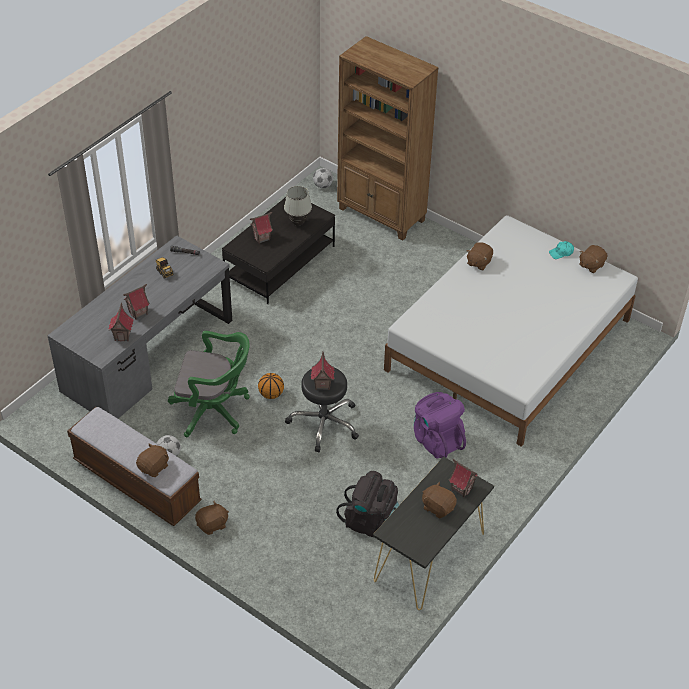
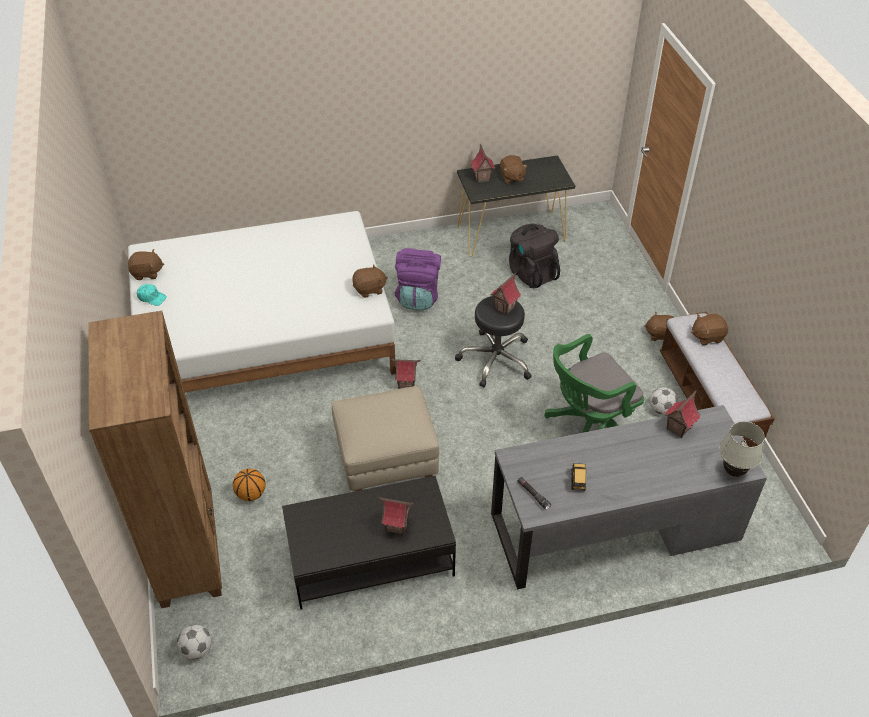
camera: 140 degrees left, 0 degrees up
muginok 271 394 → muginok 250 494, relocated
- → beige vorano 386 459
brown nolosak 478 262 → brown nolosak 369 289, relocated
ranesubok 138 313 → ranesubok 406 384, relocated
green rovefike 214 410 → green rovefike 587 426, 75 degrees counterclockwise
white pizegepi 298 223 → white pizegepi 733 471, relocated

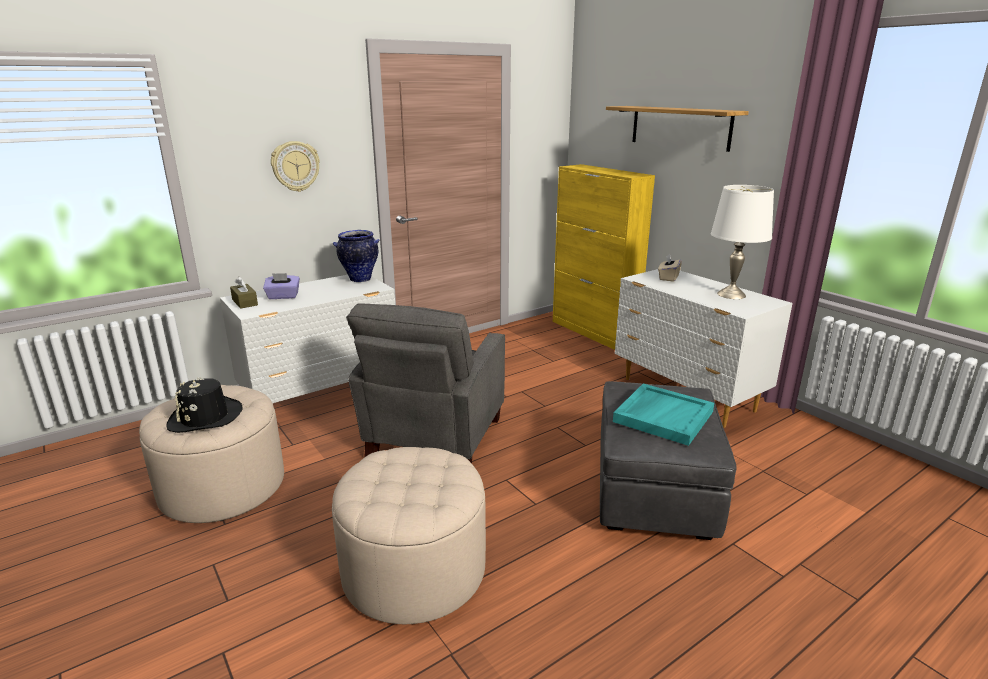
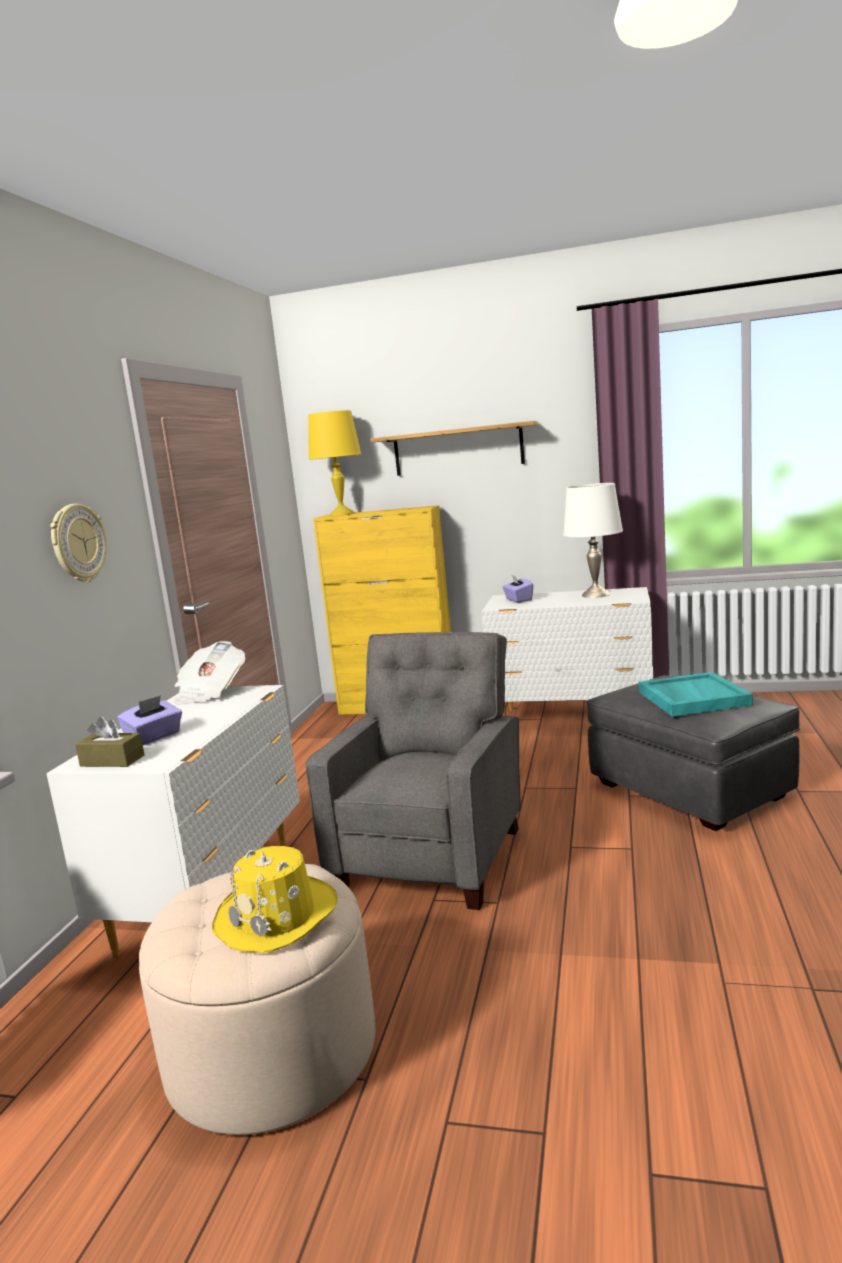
camera: 40 degrees left, 10 degrees down
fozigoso 359 279 → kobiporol 209 693
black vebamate 205 417 → yellow vebamate 277 916
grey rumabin 433 439 → grey rumabin 433 857, 135 degrees counterclockwise
- → yellow pizegepi 342 514
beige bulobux 668 277 → purple bulobux 518 600
beige vorano 414 570 → -

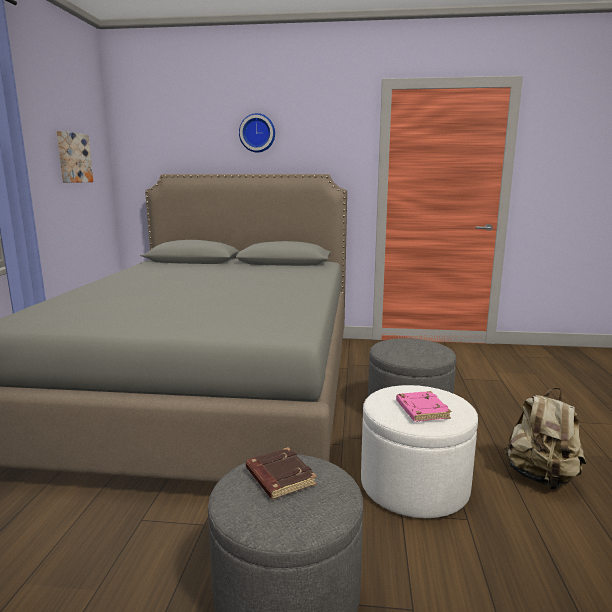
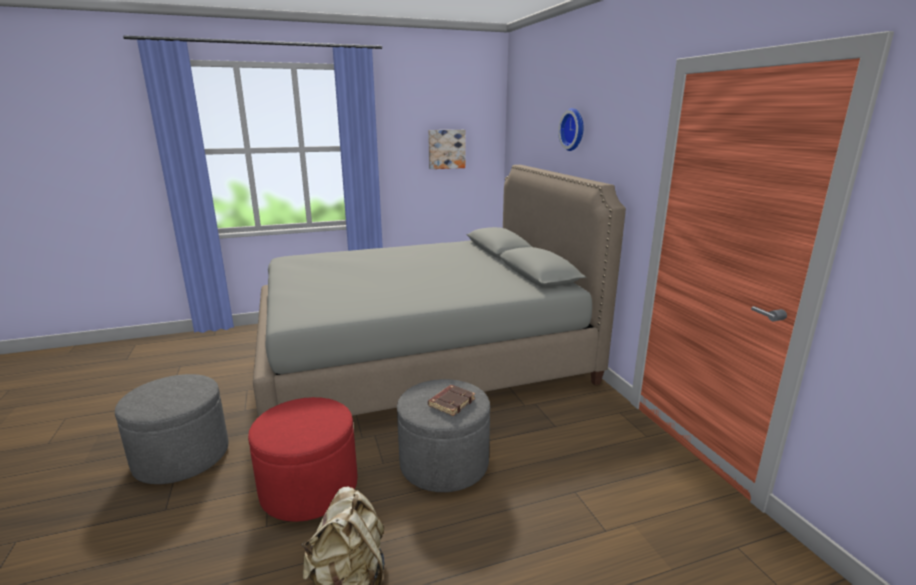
camera: 65 degrees right, 5 degrees up
white vorano 414 485 → red vorano 309 488
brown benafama 279 477 → brown benafama 451 402, relocated
pink benafama 421 410 → -

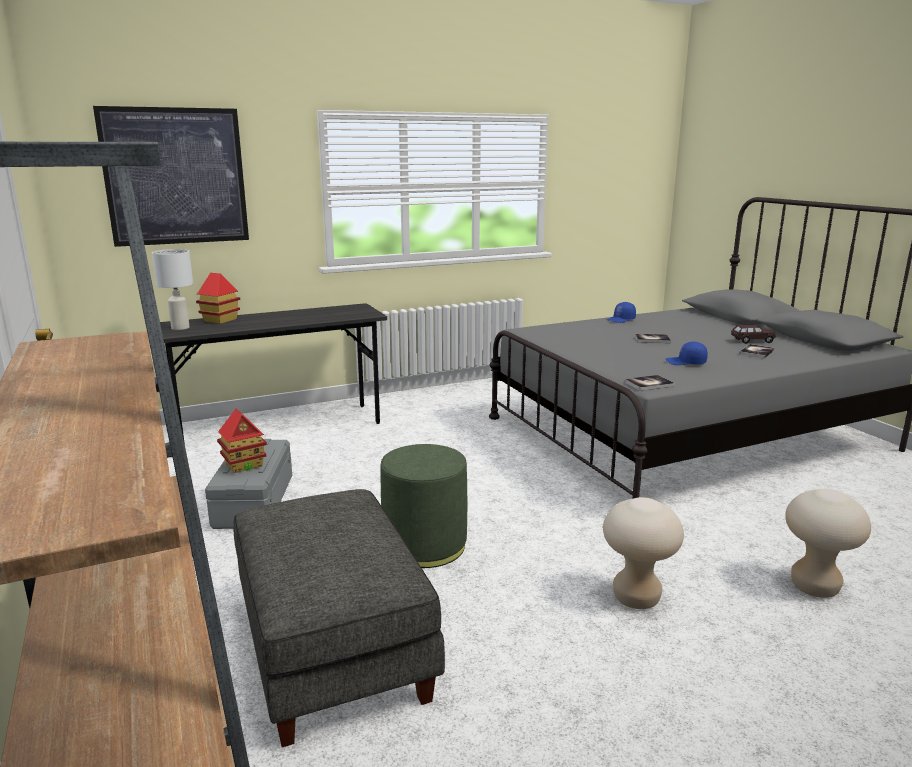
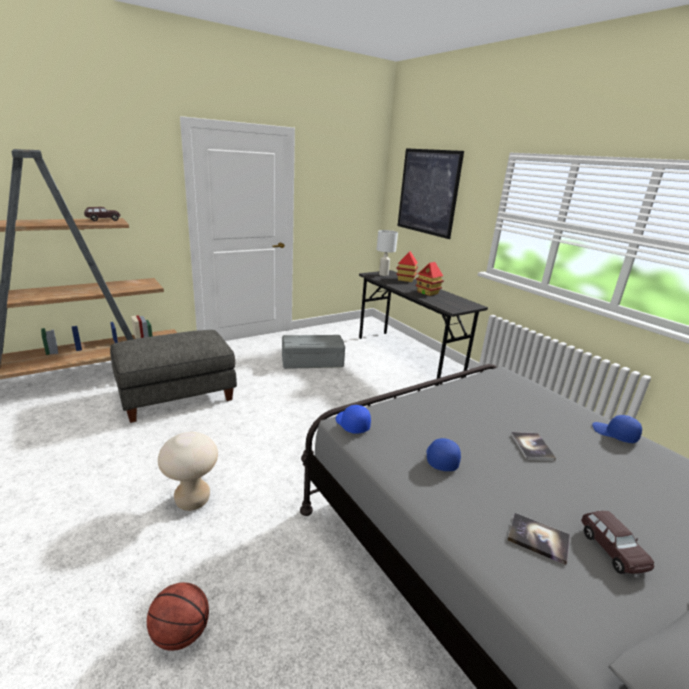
camera: 80 degrees right, 5 degrees up
- → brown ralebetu 103 220
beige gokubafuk 814 587 → muginok 180 633
benafama 649 384 → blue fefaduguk 351 424
ranesubok 244 465 → ranesubok 427 293, relocated
green vorano 424 545 → -

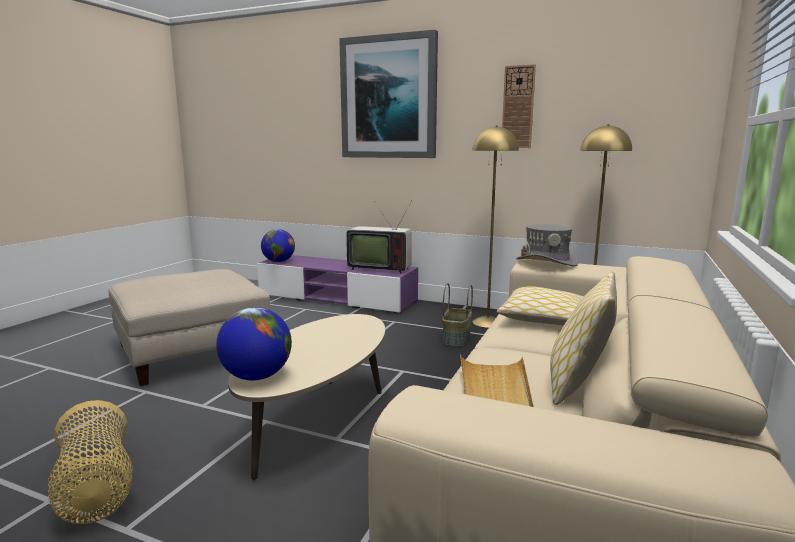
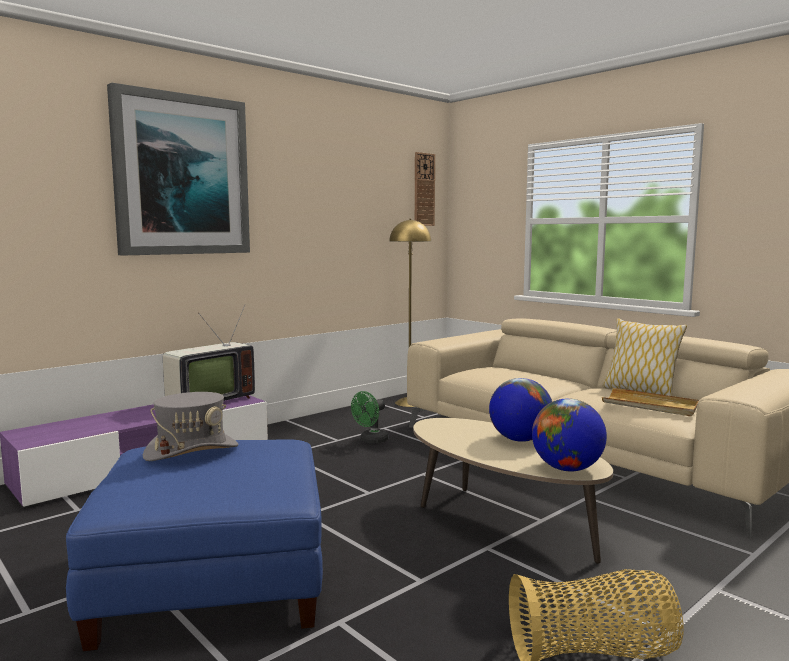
camera: 65 degrees left, 5 degrees down
beige vorano 192 350 → blue vorano 212 579
grey vebamate 546 262 → grey vebamate 191 451, relocated
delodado 457 338 → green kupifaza 371 441
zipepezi 518 107 → zipepezi 424 189, relocated
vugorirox 278 261 → vugorirox 520 439, relocated
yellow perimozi 488 322 → -
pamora 545 319 → -

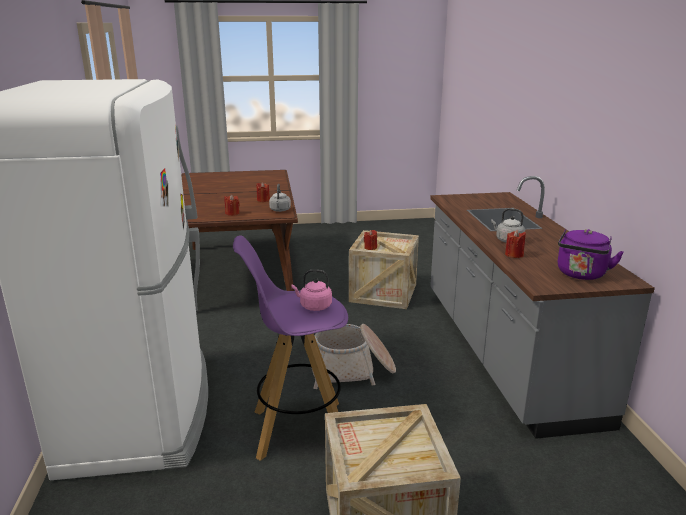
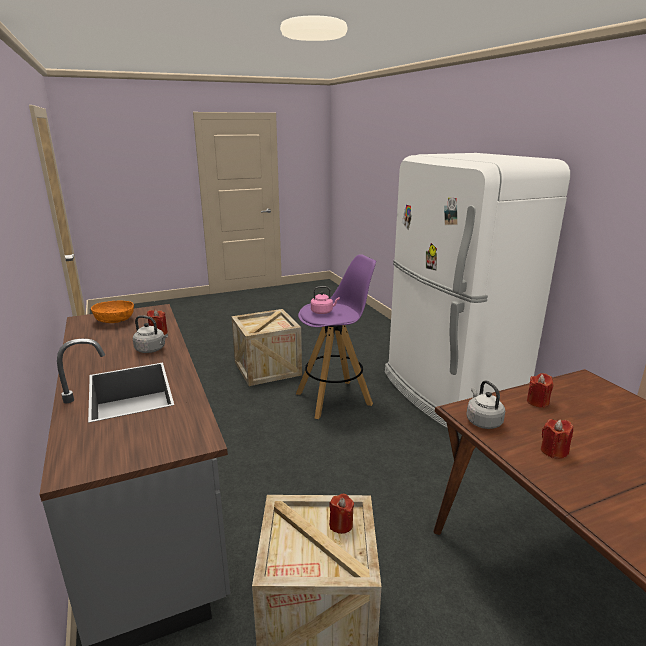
camera: 165 degrees right, 0 degrees up
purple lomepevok 581 275 → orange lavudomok 115 320
delodado 352 370 → -

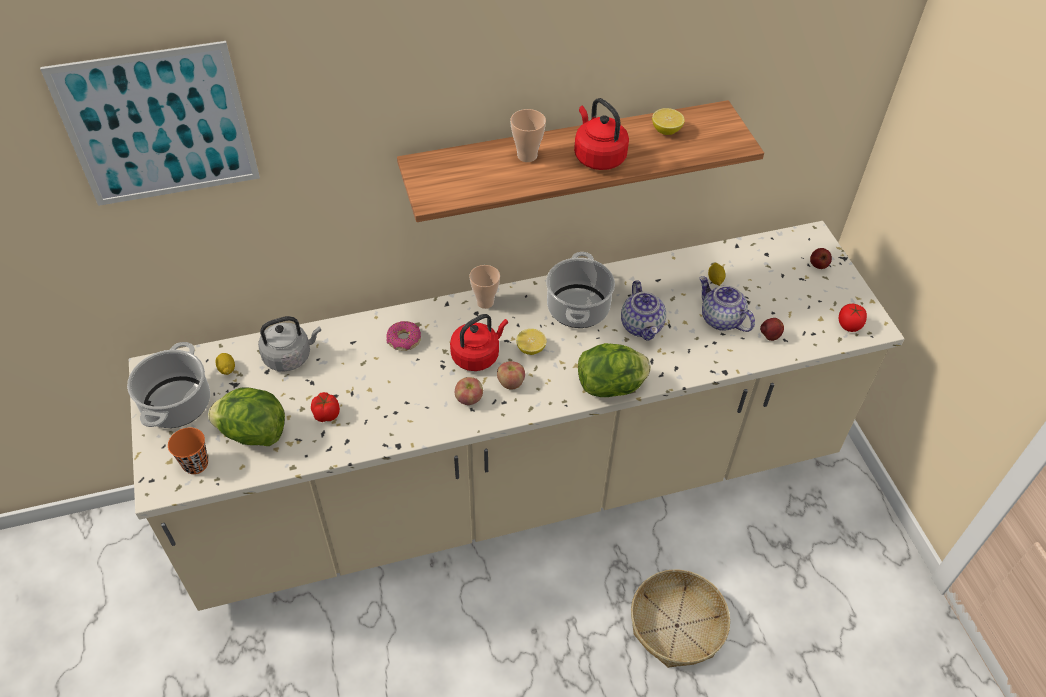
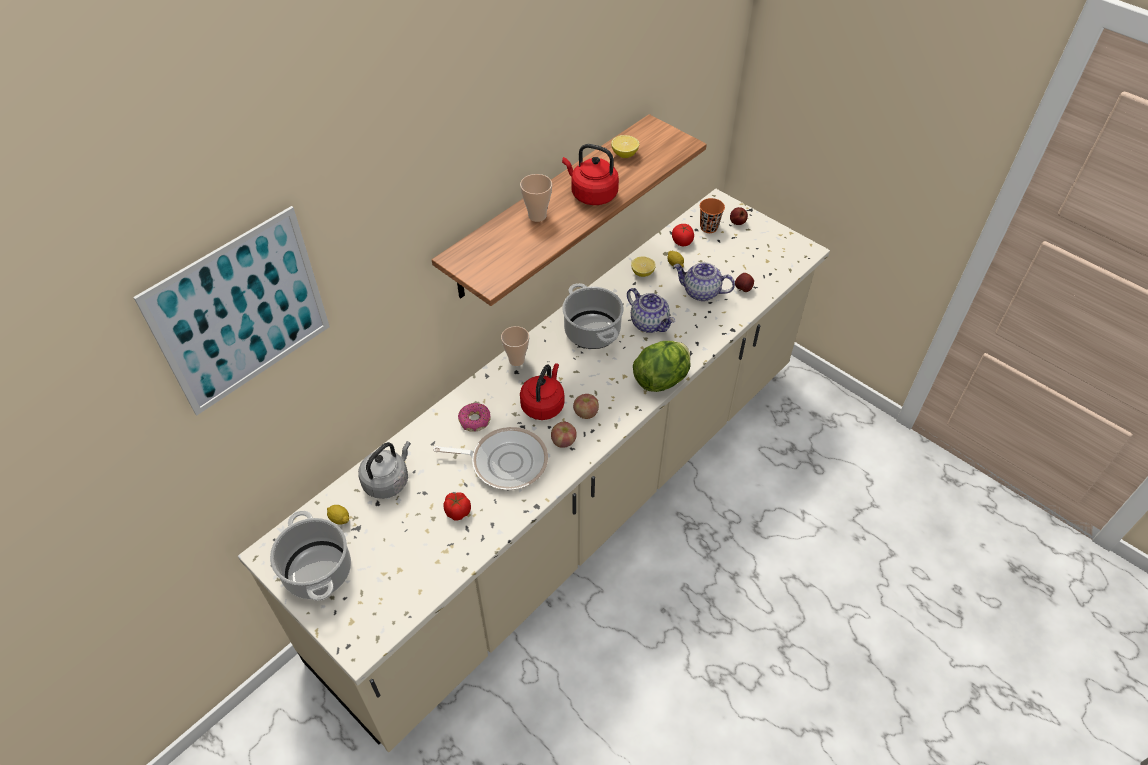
camera: 30 degrees left, 0 degrees up
- → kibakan 505 461
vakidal 531 349 → vakidal 642 273, relocated
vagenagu 849 325 → vagenagu 682 242, relocated
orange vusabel 195 464 → orange vusabel 709 227, relocated
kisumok 253 433 → -
delodado 676 625 → -

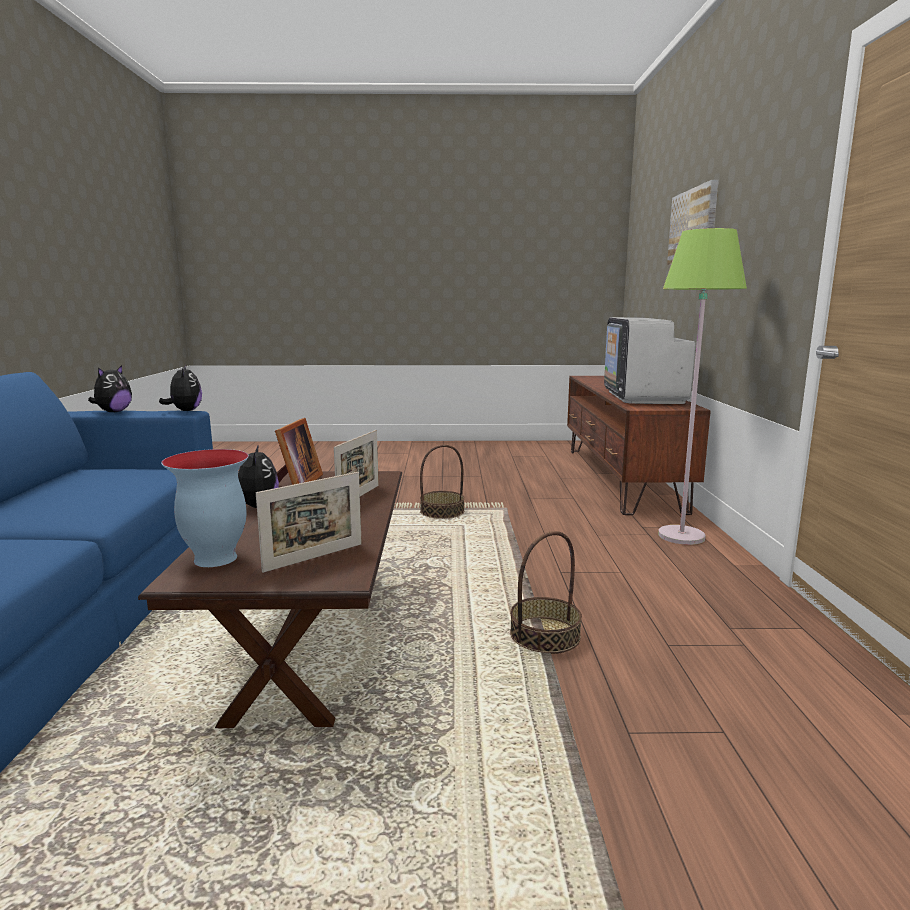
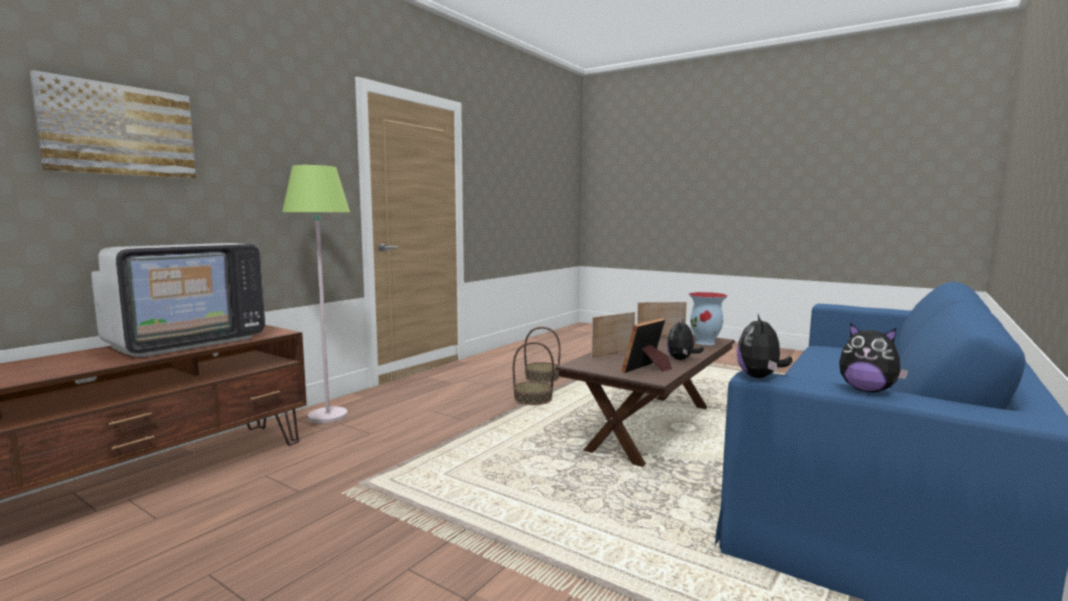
camera: 145 degrees left, 5 degrees down
delodado 442 512 → delodado 541 378, relocated
nolosak 113 412 → nolosak 867 390, 105 degrees counterclockwise

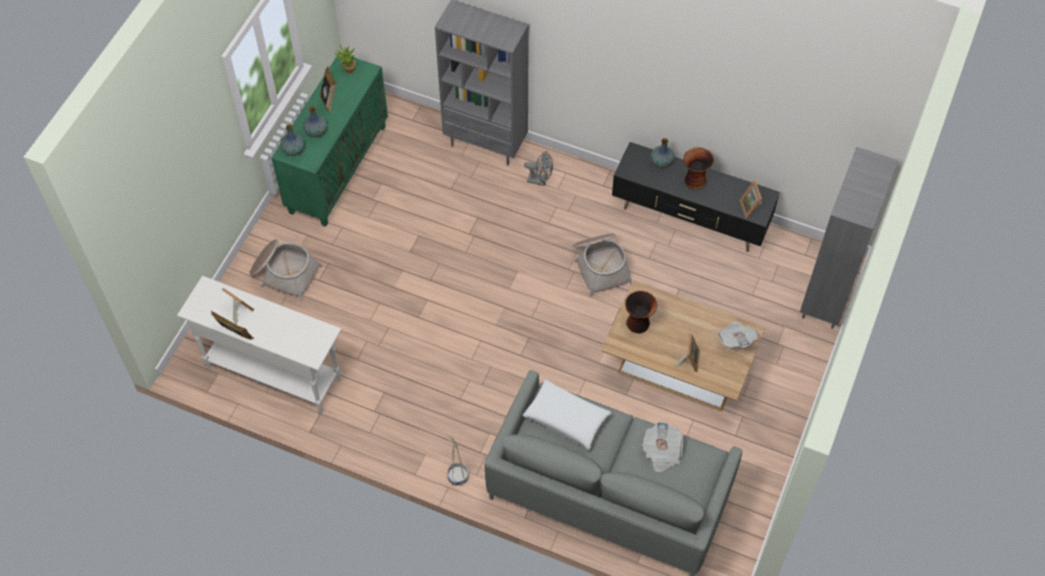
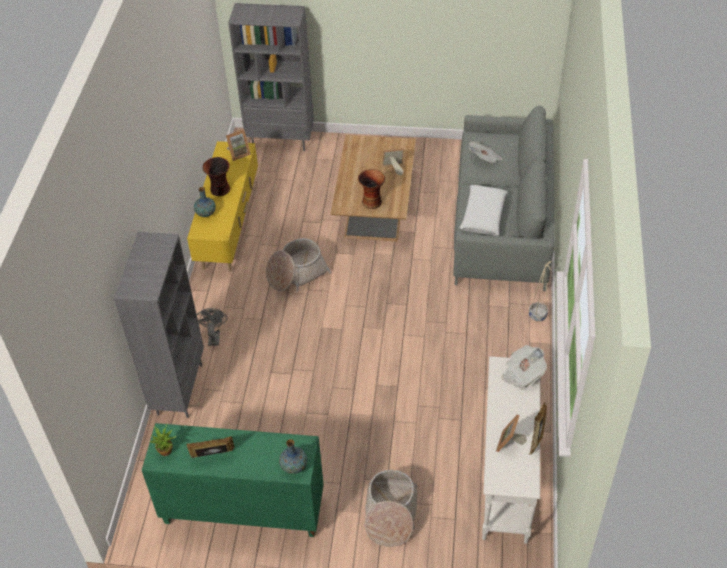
camera: 105 degrees left, 10 degrees down
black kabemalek 690 219 → yellow kabemalek 229 227
kobiporol 736 340 → kobiporol 522 374, relocated
fozigoso 316 131 → -

